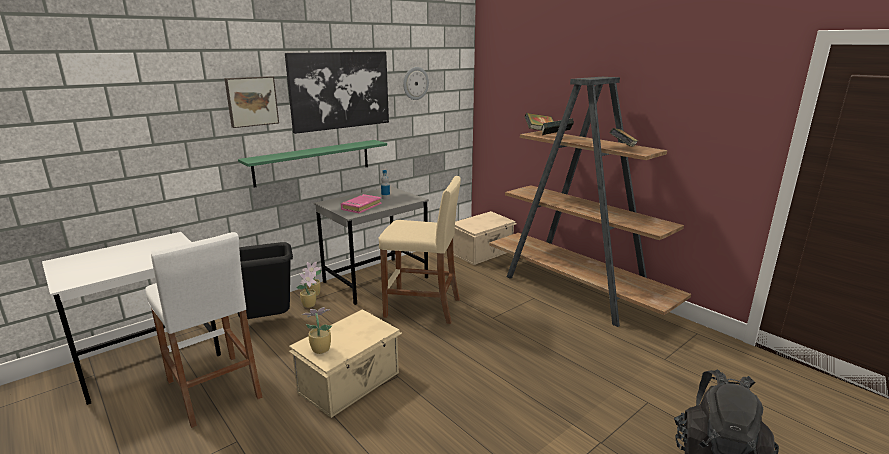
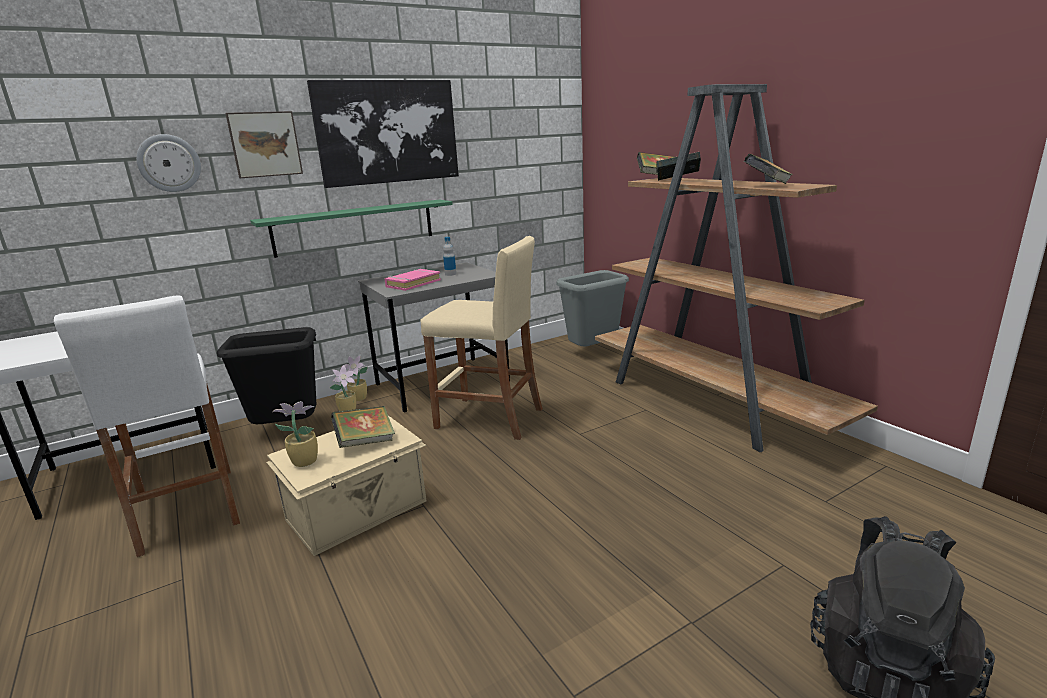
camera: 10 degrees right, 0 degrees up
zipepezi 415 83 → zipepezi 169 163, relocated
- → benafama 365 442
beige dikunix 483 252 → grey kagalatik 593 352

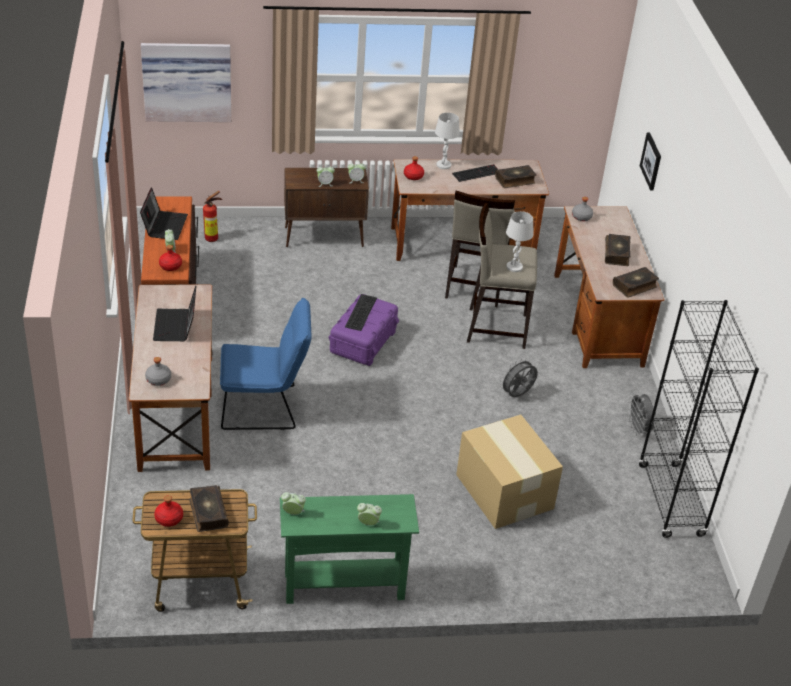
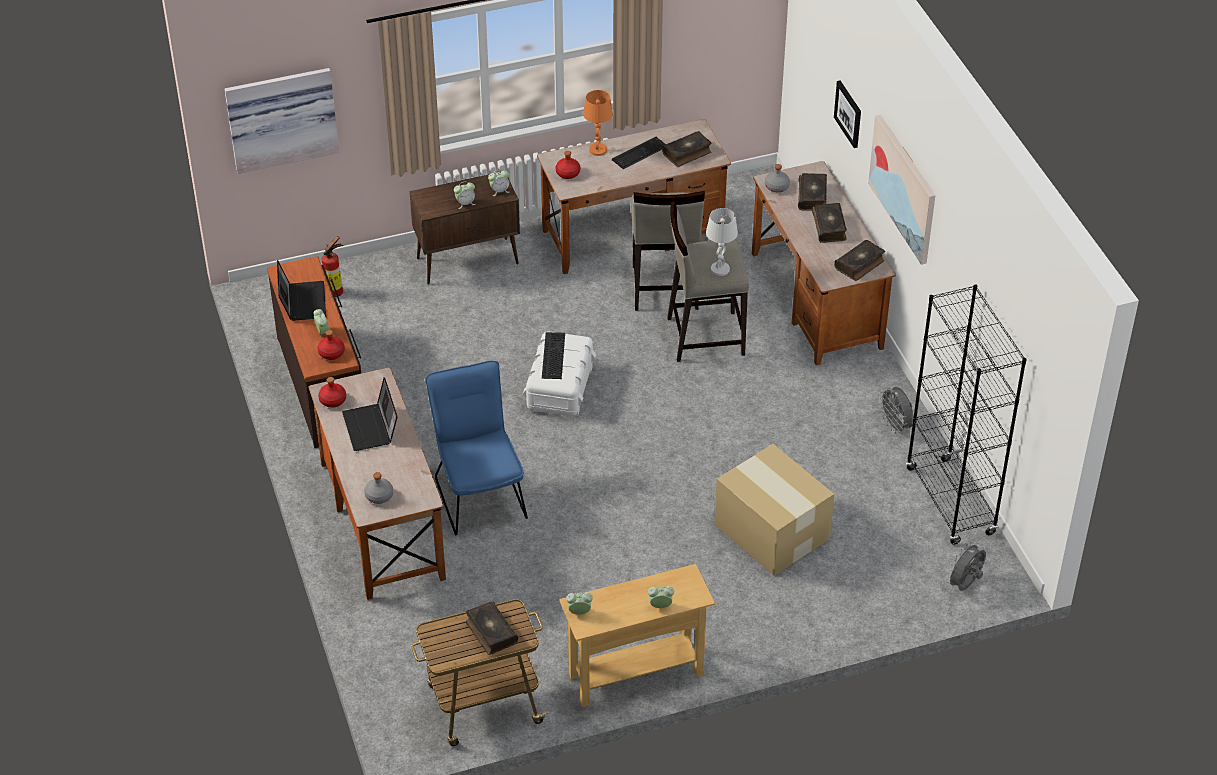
camera: 10 degrees left, 5 degrees up
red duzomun 169 518 → red duzomun 333 400, relocated
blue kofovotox 265 407 → blue kofovotox 479 493, 90 degrees counterclockwise
purple dikunix 362 342 → white dikunix 559 387
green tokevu 344 586 → beige tokevu 636 674
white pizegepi 443 165 → orange pizegepi 598 150
- → benafama 812 197
- → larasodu 904 188
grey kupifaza 517 395 → grey kupifaza 965 585, relocated

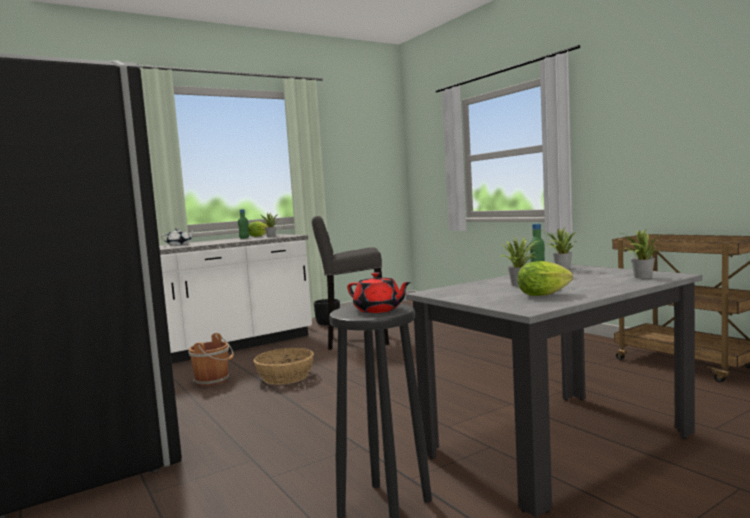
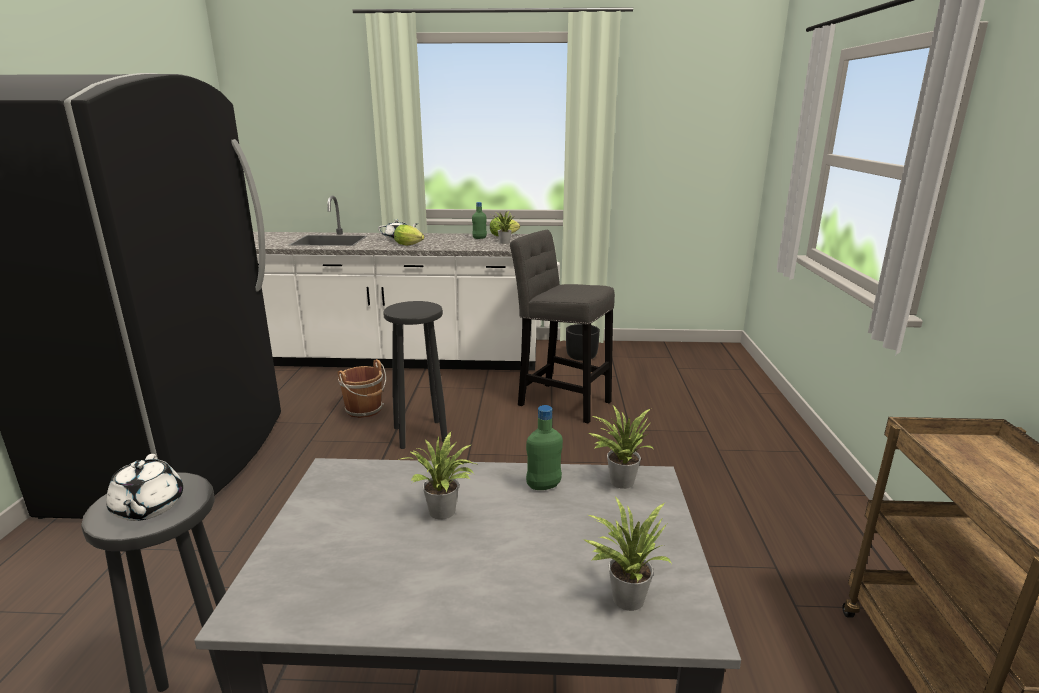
camera: 35 degrees right, 15 degrees up
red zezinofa 378 310 → white zezinofa 148 508
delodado 285 377 → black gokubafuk 421 434
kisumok 546 294 → kisumok 410 245, relocated

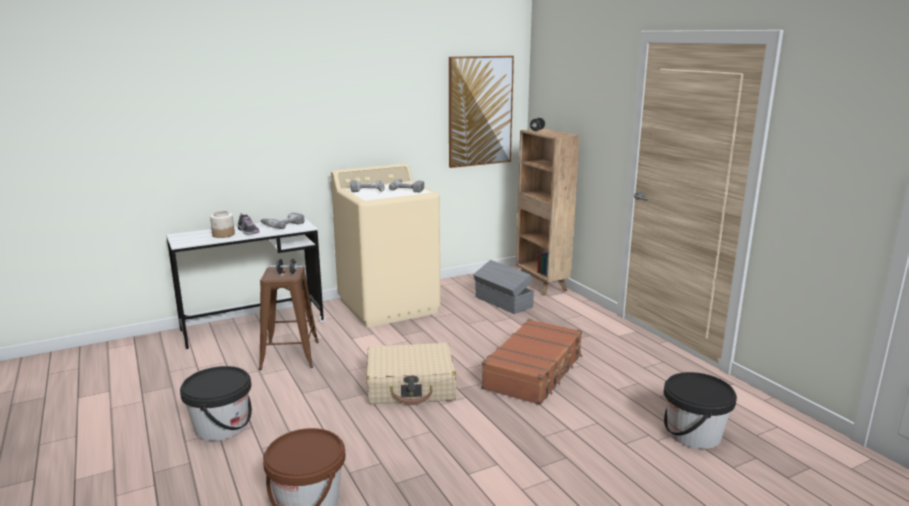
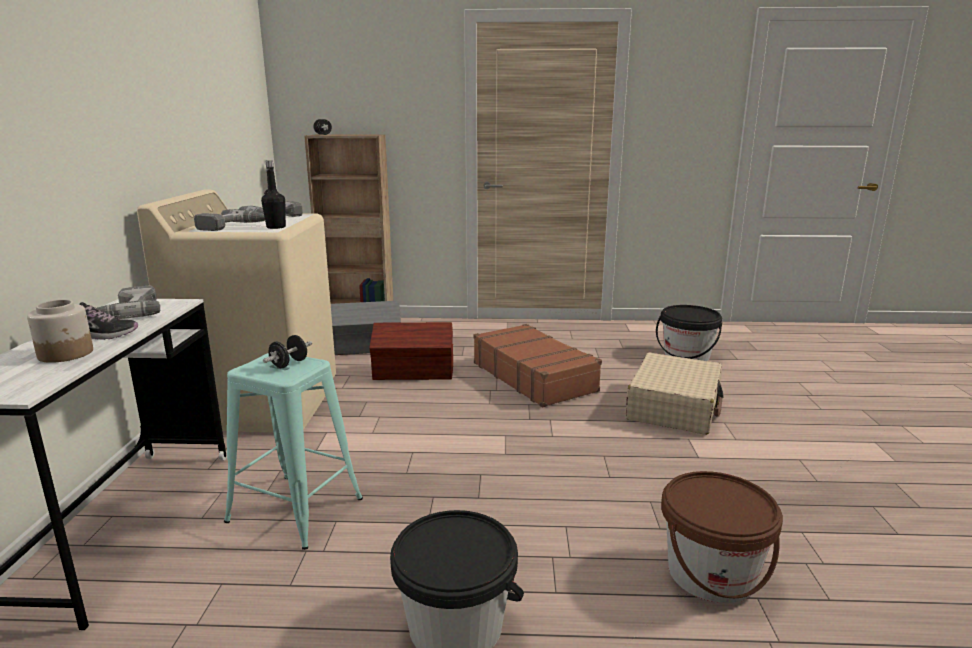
camera: 60 degrees left, 0 degrees up
brown gokubafuk 290 355 → turquoise gokubafuk 295 510
- → black duzomun 276 227
- → brown dikunix 414 373
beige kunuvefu 411 386 → beige kunuvefu 674 407, relocated
larasodu 480 111 → -

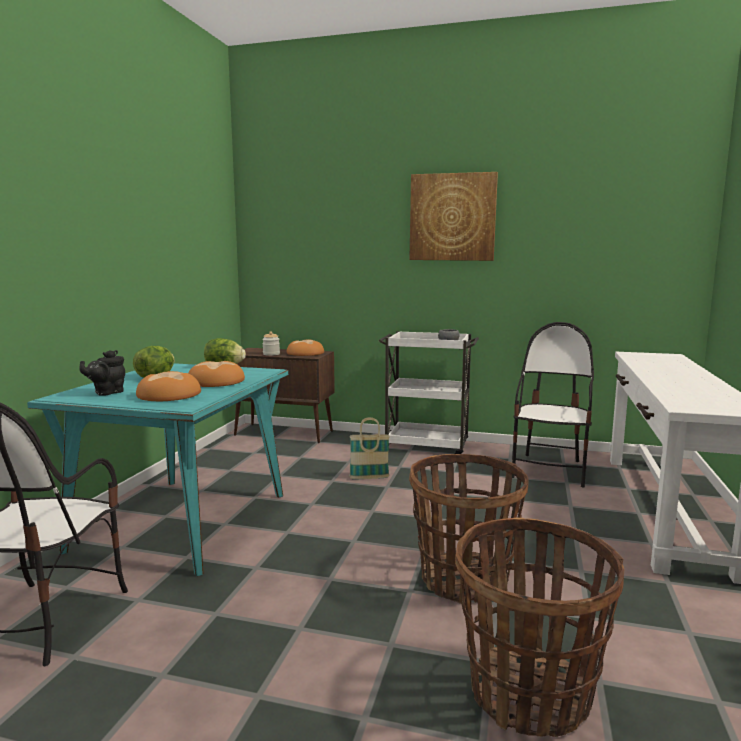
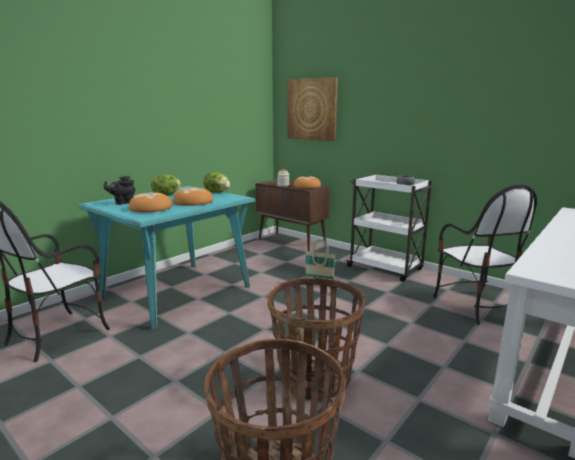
camera: 25 degrees right, 5 degrees up
larasodu 452 217 → larasodu 312 109, relocated
kofovotox 550 470 → kofovotox 475 306, 120 degrees clockwise

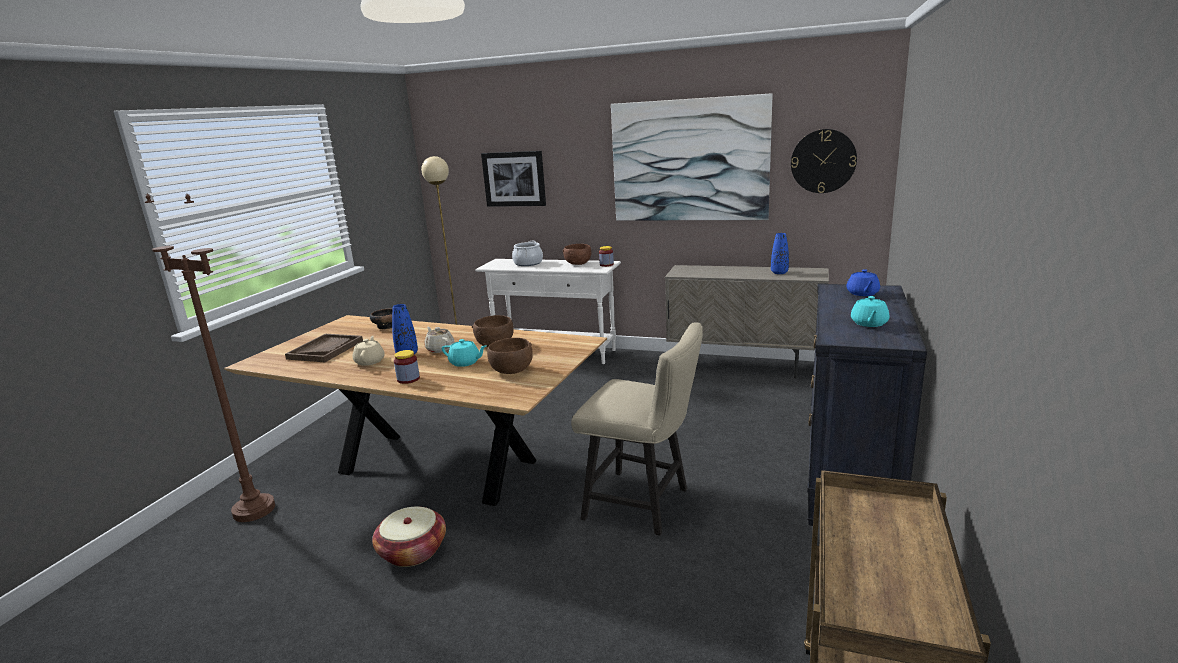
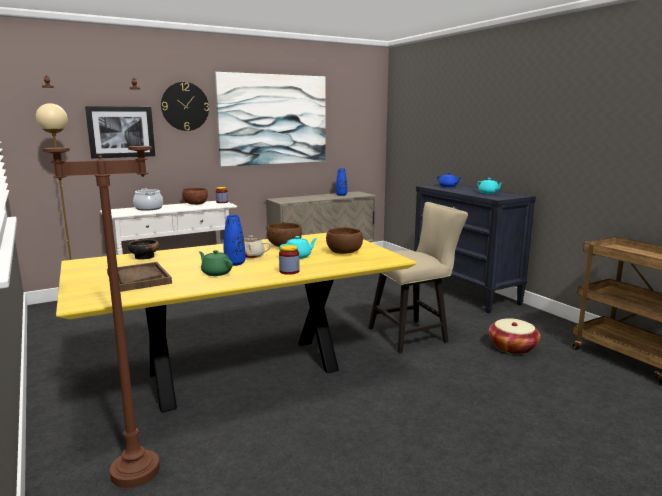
camera: 50 degrees left, 5 degrees down
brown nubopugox 436 466 → yellow nubopugox 243 372
zipepezi 823 161 → zipepezi 185 106, relocated
beige zezinofa 370 361 → green zezinofa 216 273
delodado 412 551 → delodado 512 347, relocated

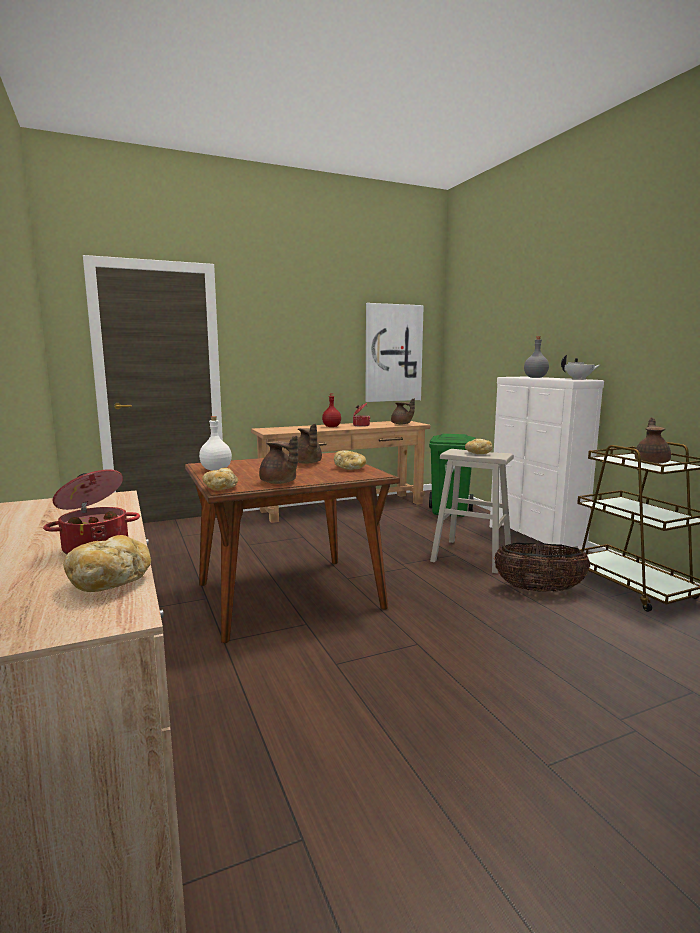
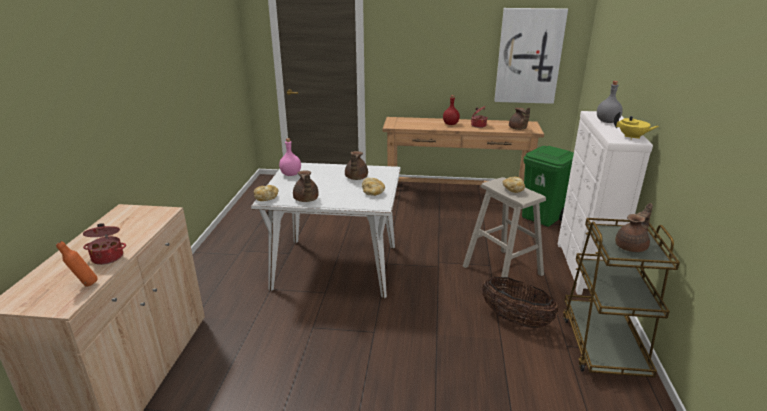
camera: 30 degrees right, 15 degrees up
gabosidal 111 582 → orange duzomun 84 285
brown nubopugox 288 596 → white nubopugox 335 267
white duzomun 216 469 → pink duzomun 291 174
white zezinofa 579 379 → yellow zezinofa 632 137

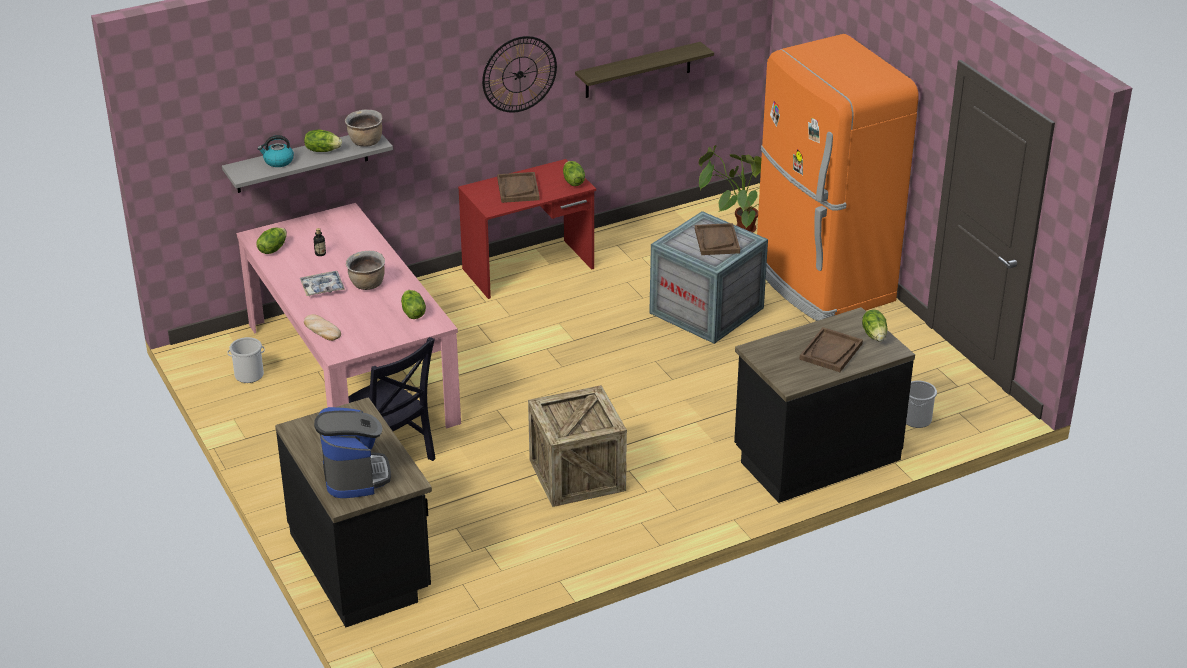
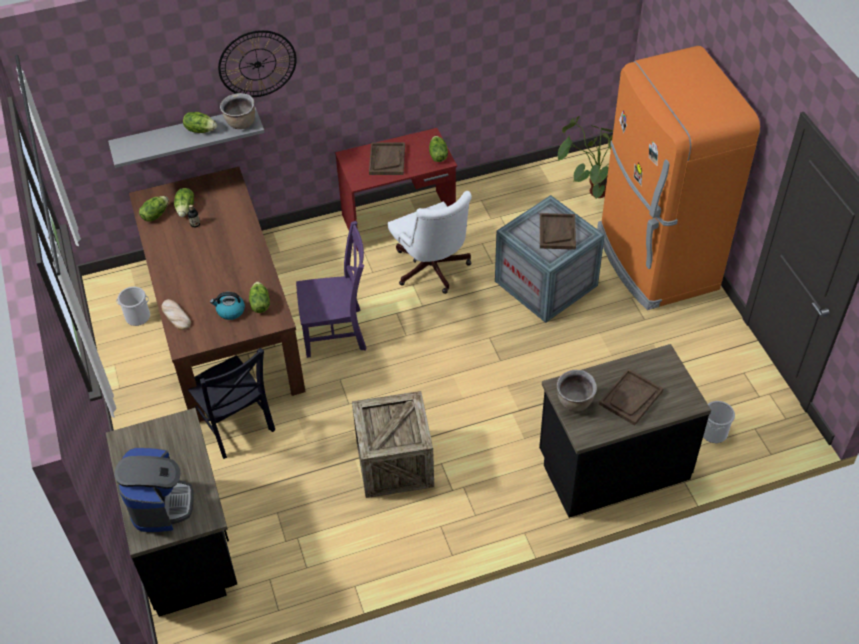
camera: 10 degrees right, 15 degrees up
pink nubopugox 351 372 → brown nubopugox 223 323
kisumok 875 335 → kisumok 186 209, relocated
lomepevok 278 161 → lomepevok 230 311, relocated
zipepezi 519 74 → zipepezi 257 64, relocated
- → purple kofovotox 337 332
- → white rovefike 432 271
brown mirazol 367 285 → brown mirazol 574 402, relocated
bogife 322 288 → -
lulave 638 70 → -

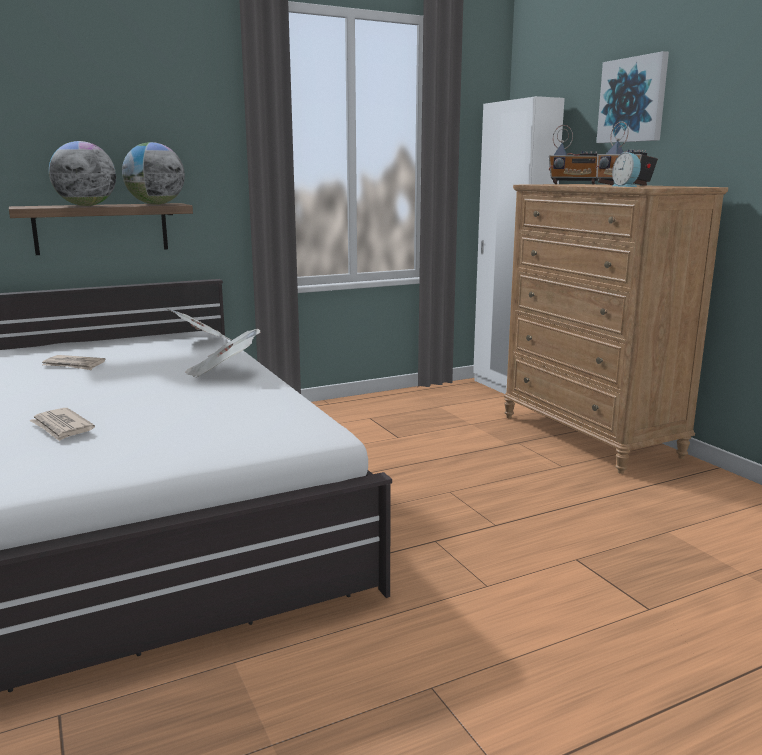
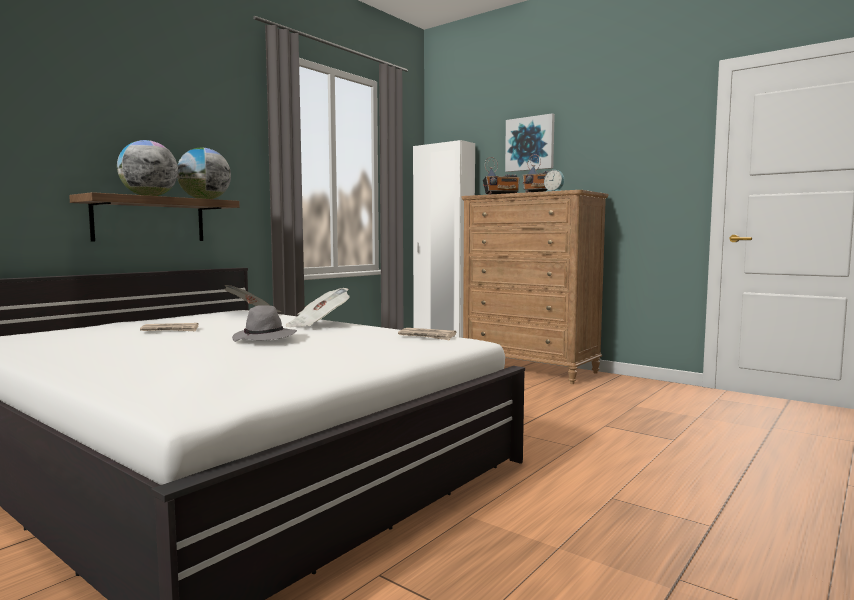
camera: 25 degrees left, 10 degrees down
- → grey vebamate 265 339
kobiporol 62 427 → kobiporol 427 336, relocated

